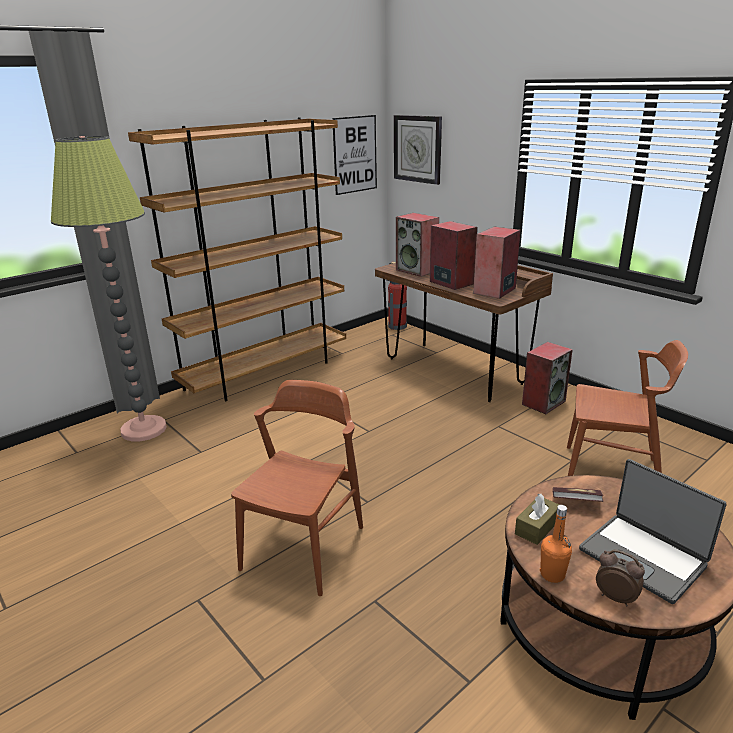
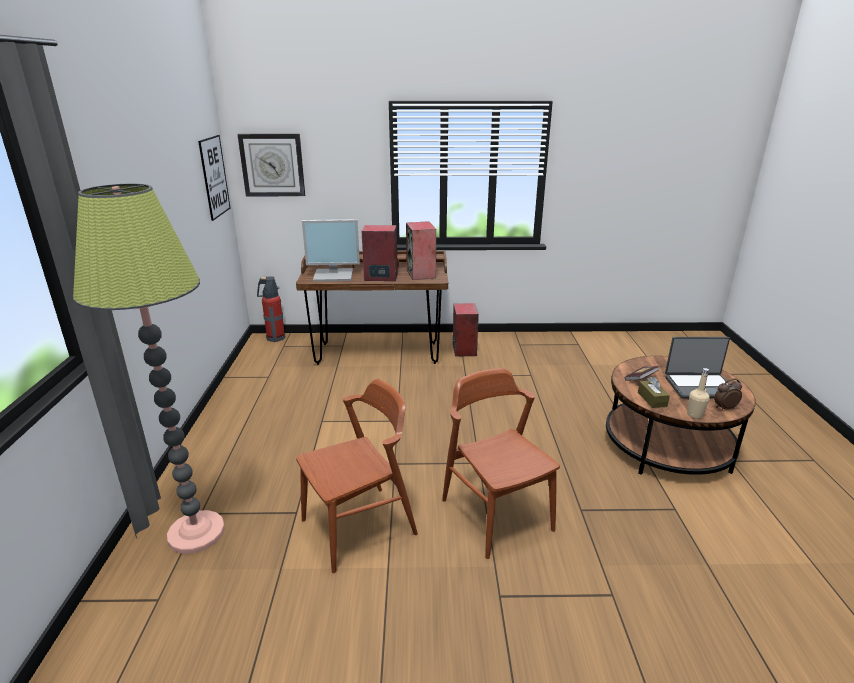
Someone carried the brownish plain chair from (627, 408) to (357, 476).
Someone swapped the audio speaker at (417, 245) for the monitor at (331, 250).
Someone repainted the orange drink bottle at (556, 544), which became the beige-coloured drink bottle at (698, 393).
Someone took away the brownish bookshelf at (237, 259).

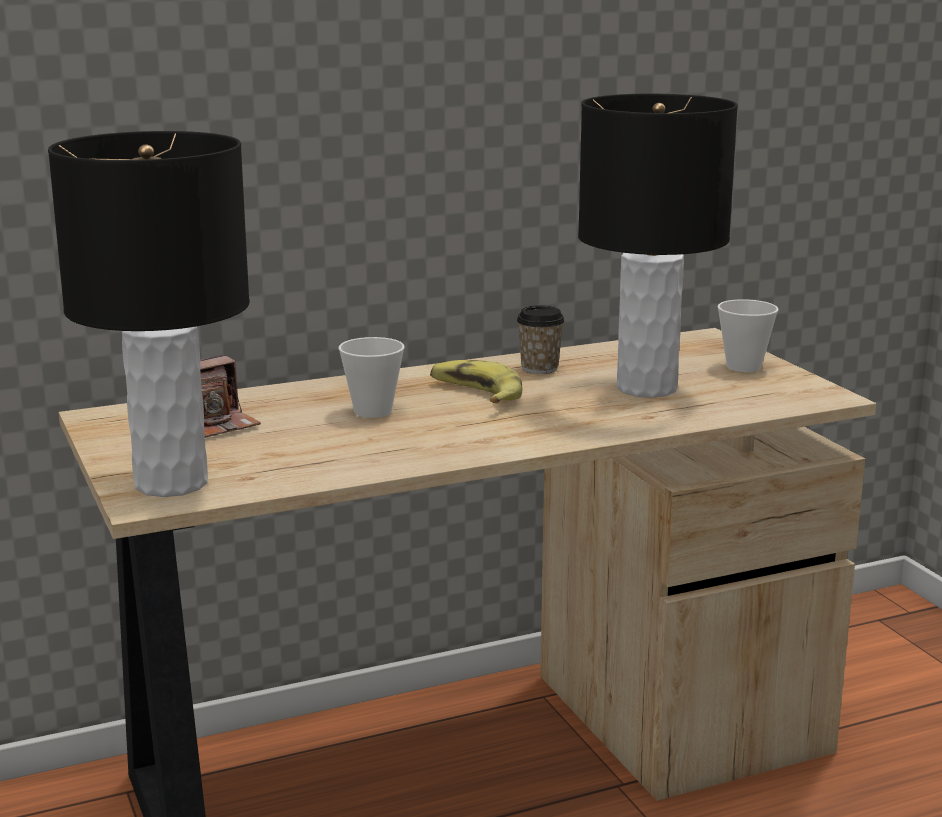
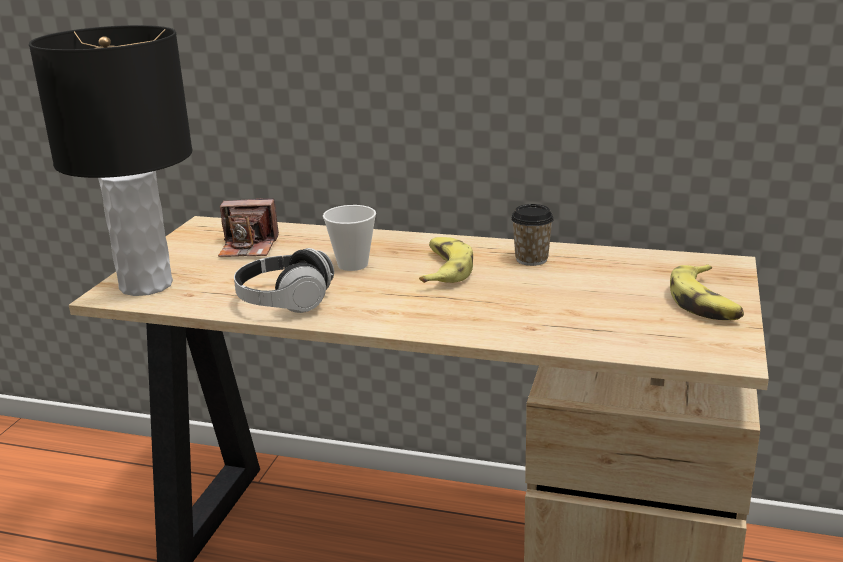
Someone put down the pair of headphones at (284, 280).
Someone swapped the cup at (748, 335) for the banana fruit at (707, 292).
Someone took away the black-coloured lamp for a table at (658, 246).

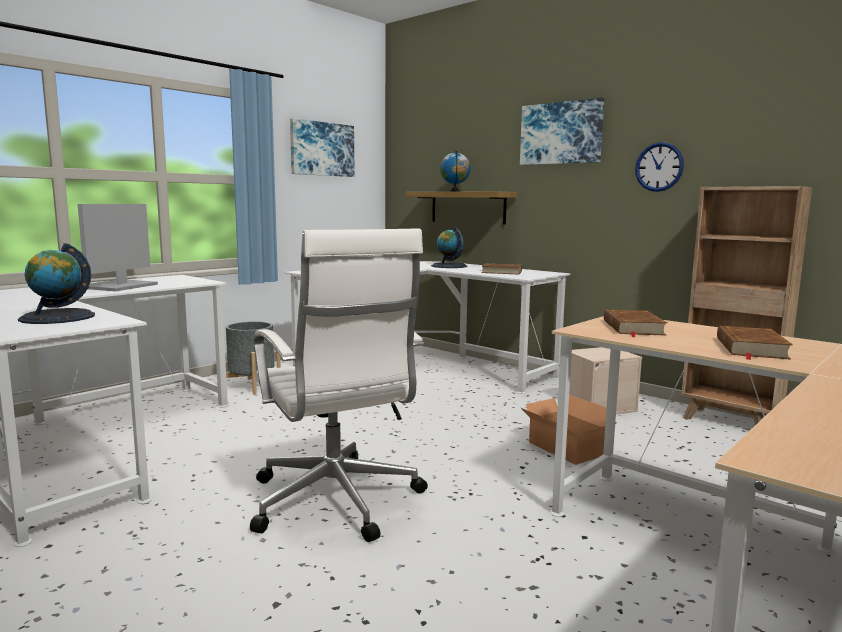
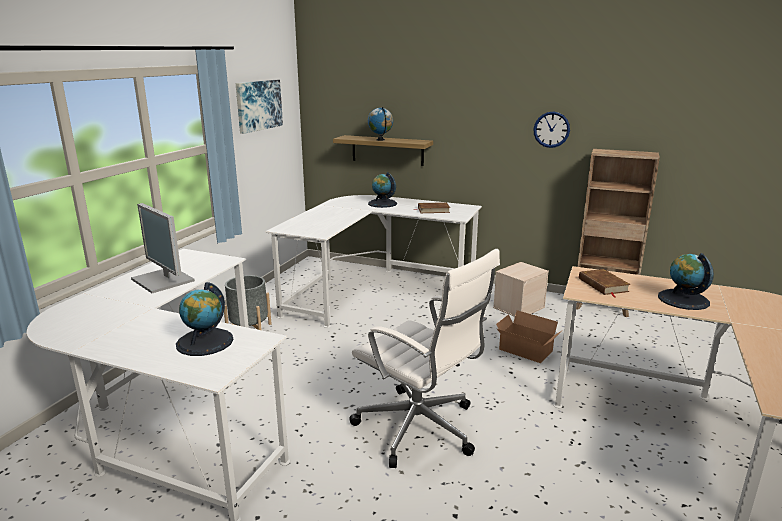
Someone rotated the monitor at (118, 247) by 45 degrees counterclockwise.
Someone swapped the brownish bound book at (755, 343) for the world globe at (686, 281).
Someone took away the wall art at (562, 131).

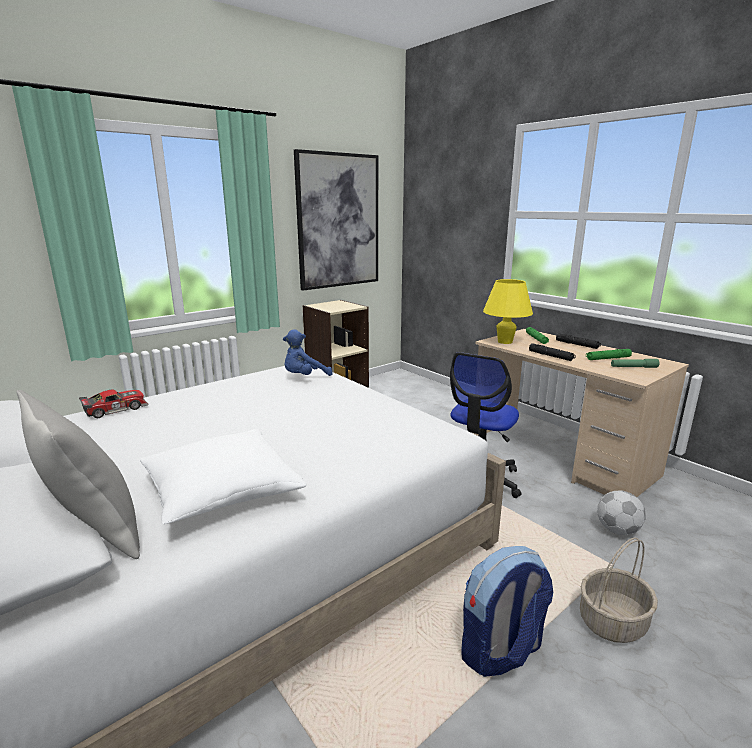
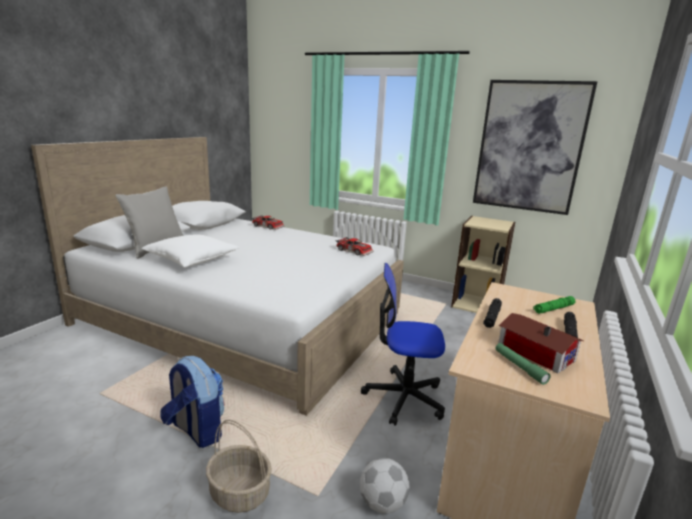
Someone swapped the blue cuddly toy at (308, 352) for the model car at (355, 246).
Someone swapped the green torch at (609, 354) for the miniature house at (541, 343).
Someone took away the yellow lamp for a table at (508, 311).

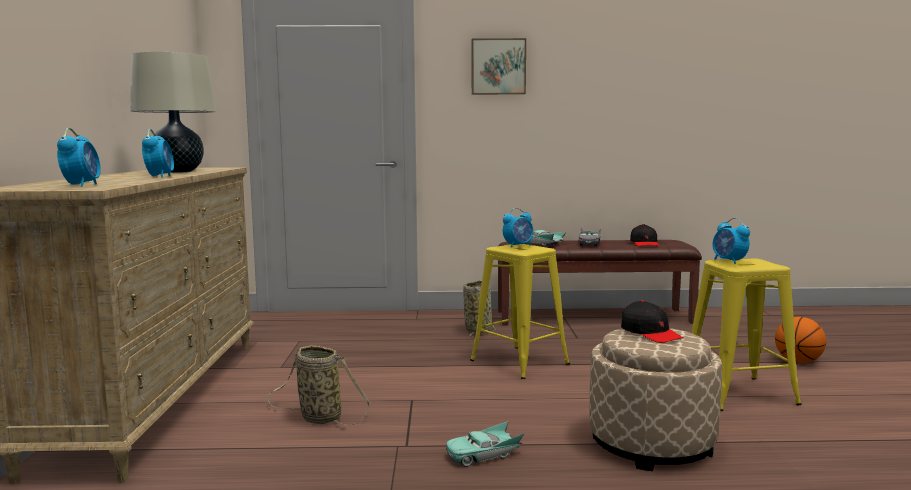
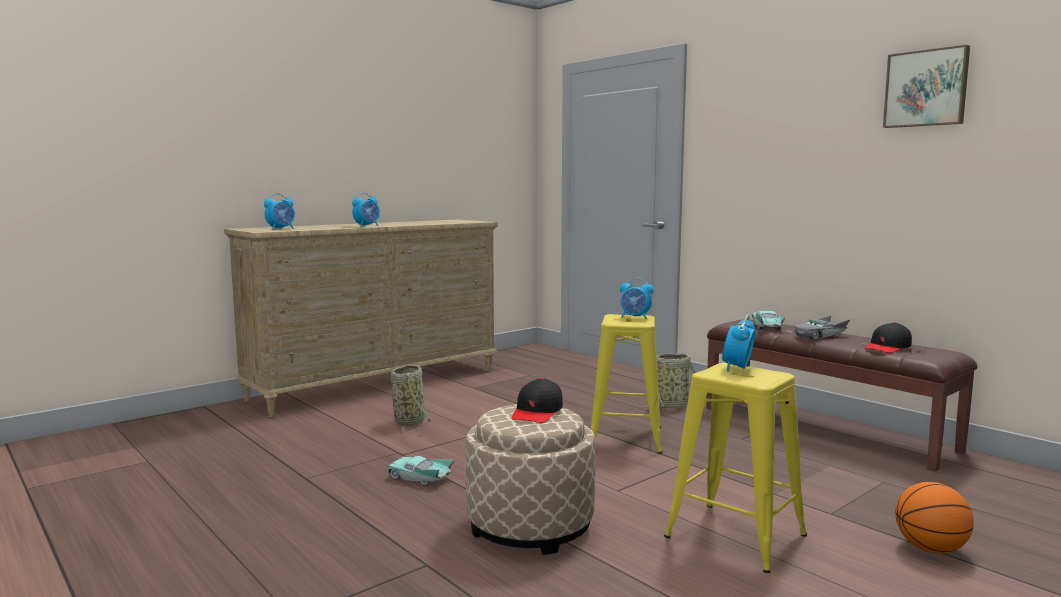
Someone carried the wall art from (499, 66) to (926, 86).
Someone took away the beige-coloured lamp for a table at (173, 112).

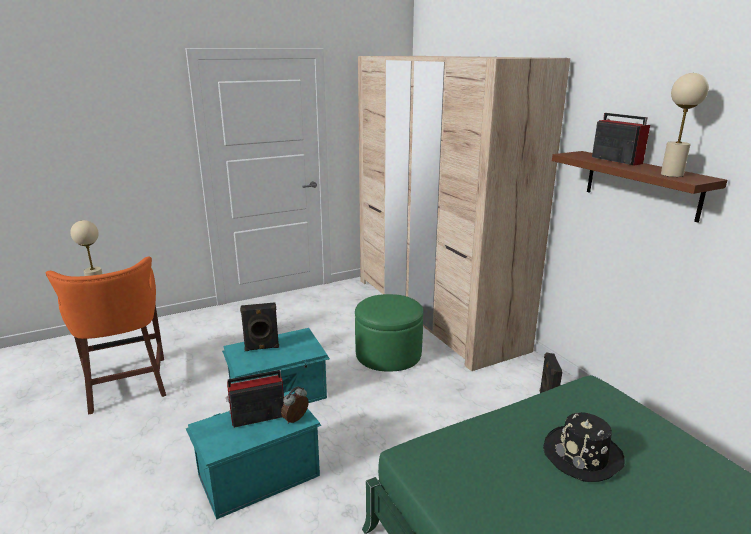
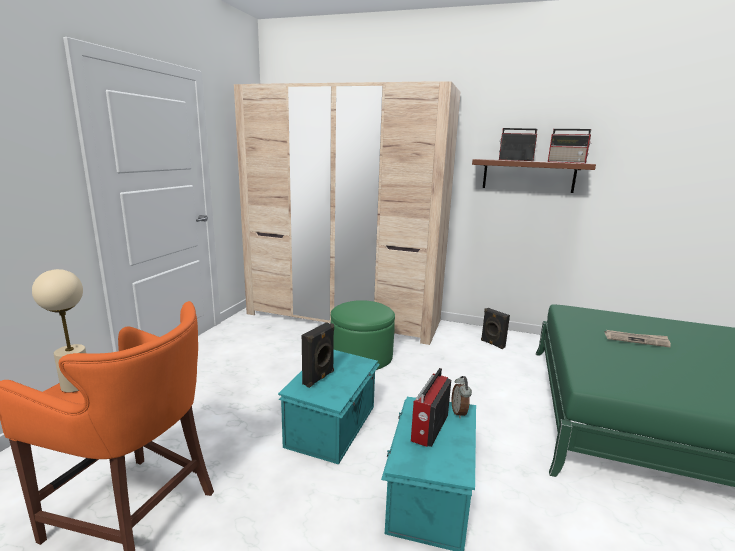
Someone swapped the beige-coloured lamp for a table at (685, 125) for the radio set at (570, 146).
Someone swapped the black-coloured wearable hat at (584, 447) for the newspaper at (638, 338).

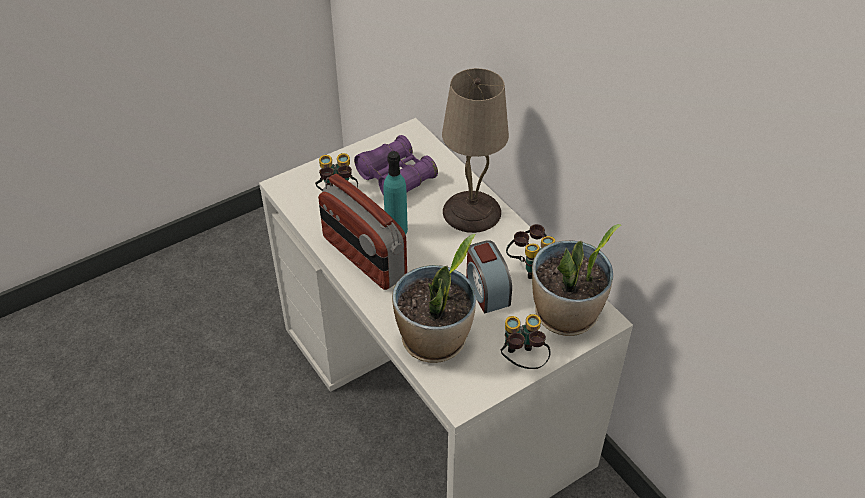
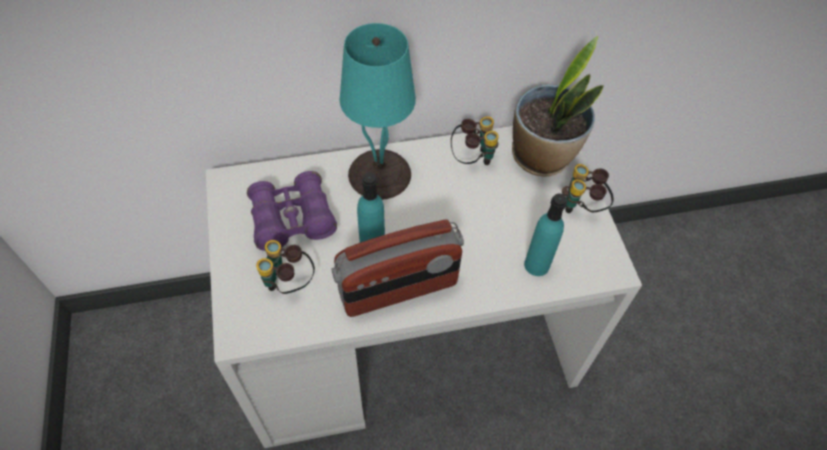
Someone repainted the beige-coloured lamp for a table at (475, 150), which became the turquoise-coloured lamp for a table at (378, 111).
Someone swapped the houseplant at (434, 298) for the turquoise-coloured drink bottle at (545, 234).
Someone took away the alarm clock at (489, 276).

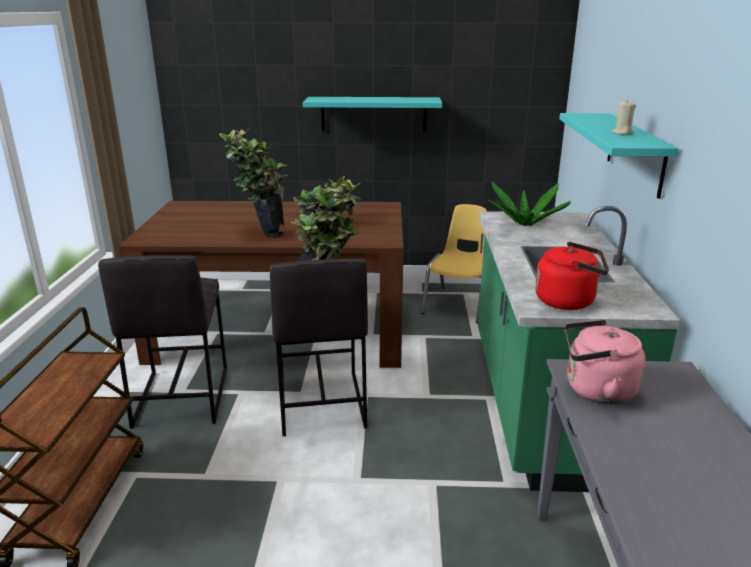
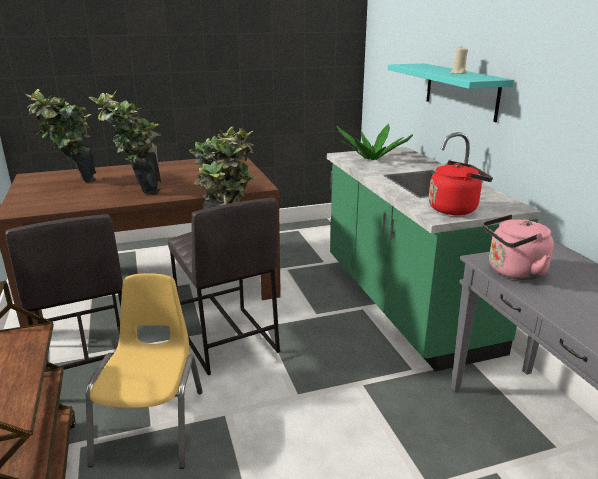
Someone put down the houseplant at (60, 136).
Someone carried the yellow plain chair from (454, 263) to (144, 371).
Someone took away the turquoise-coloured shelf at (372, 114).

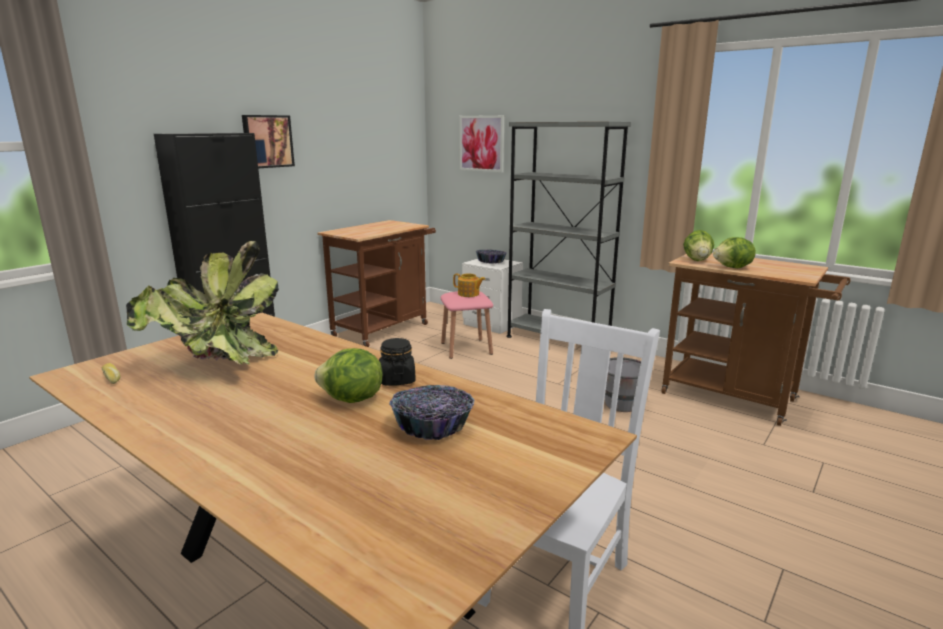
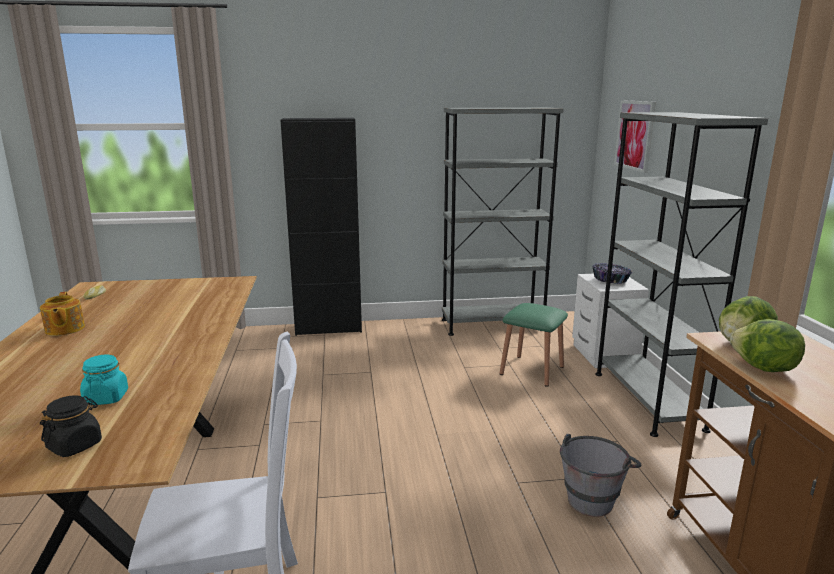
Someone carried the teapot from (469, 285) to (62, 314).
Someone carried the black-coloured storage jar from (397, 362) to (71, 426).
Someone swapped the bowl at (432, 412) for the turquoise-coloured storage jar at (104, 380).
Someone swapped the brownish trolley at (377, 283) for the greyish bookshelf at (503, 221).
Someone repainted the pinkish sitting stool at (467, 325), which became the green sitting stool at (533, 345).
Someone took away the houseplant at (202, 302).
Someone took away the wall art at (268, 141).
Someone took away the lettuce head at (349, 375).

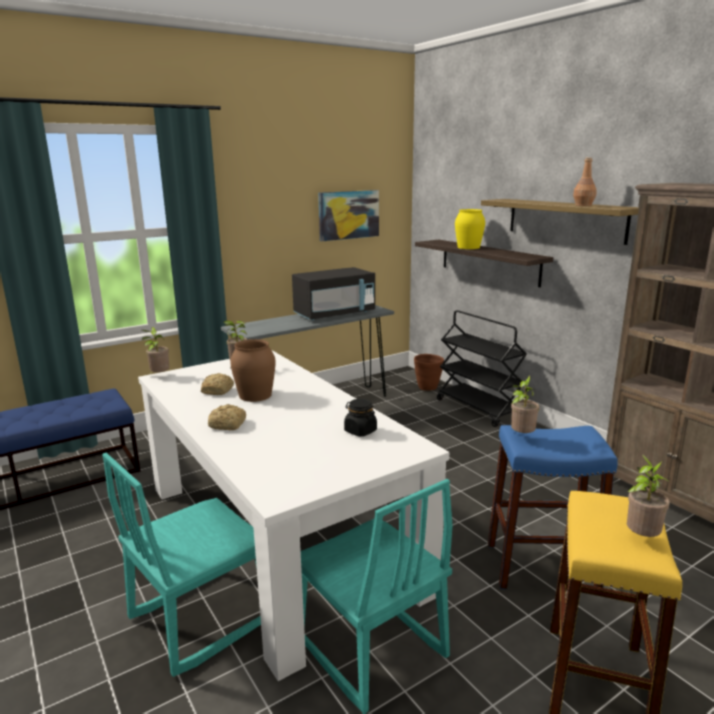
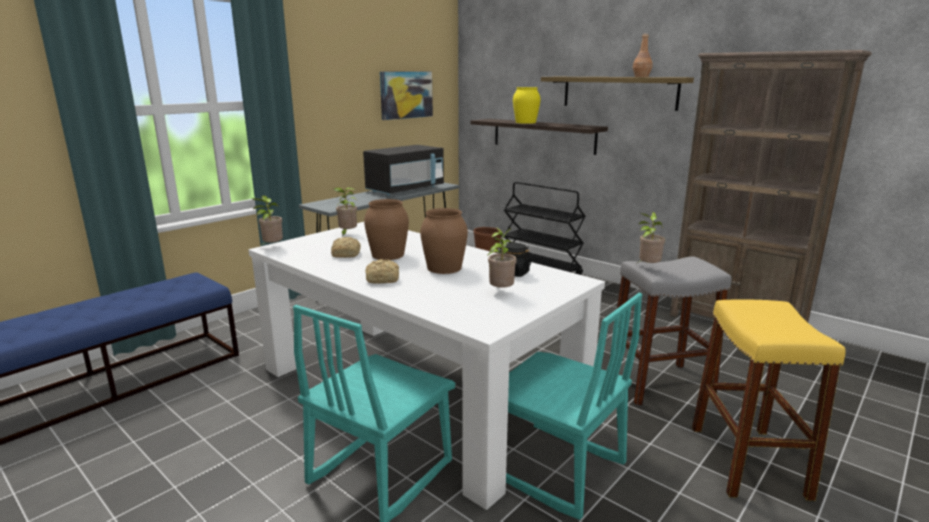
Someone put down the brownish decorative vase at (444, 241).
Someone carried the houseplant from (648, 495) to (502, 257).
Someone repainted the blue sitting stool at (553, 507), which became the greyish sitting stool at (670, 331).

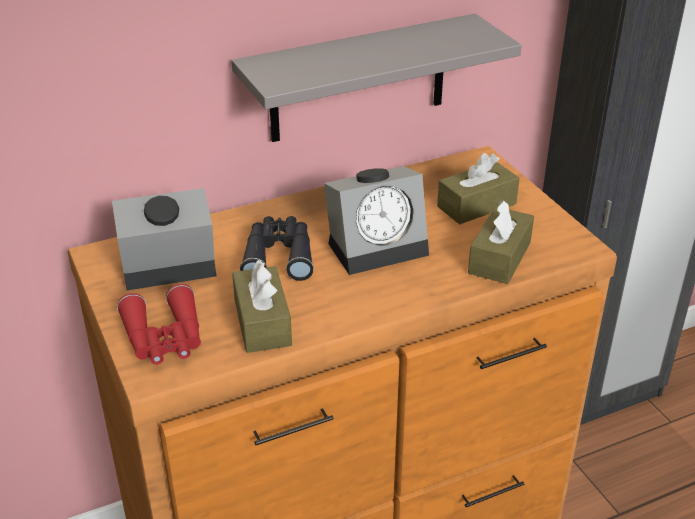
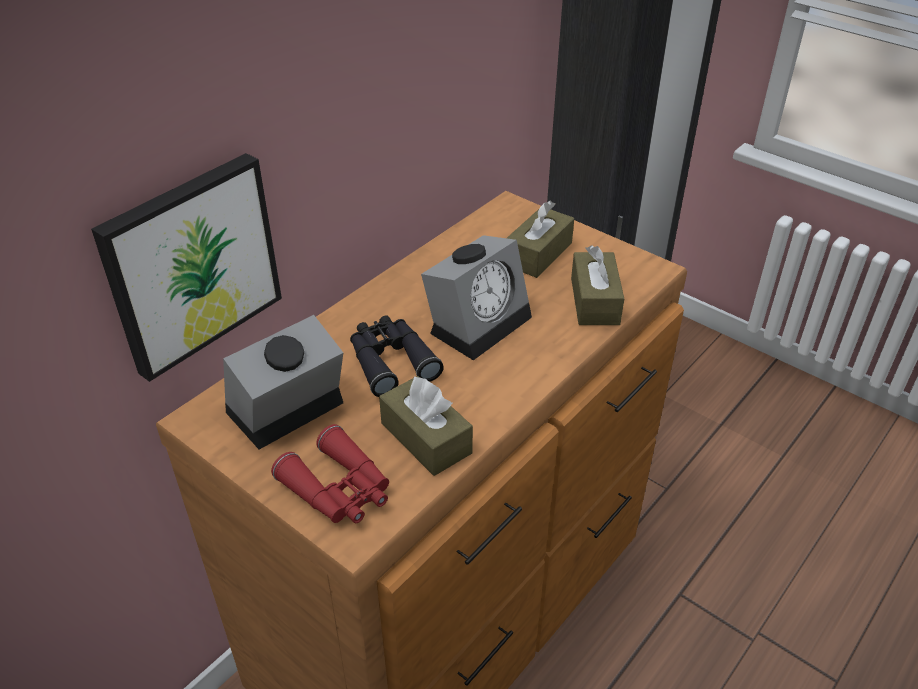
Someone put up the wall art at (186, 267).
Someone took away the greyish shelf at (377, 78).

